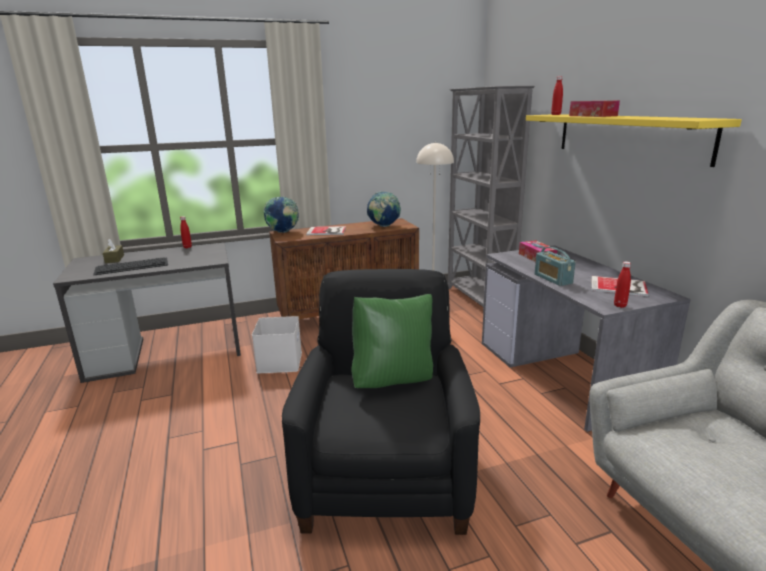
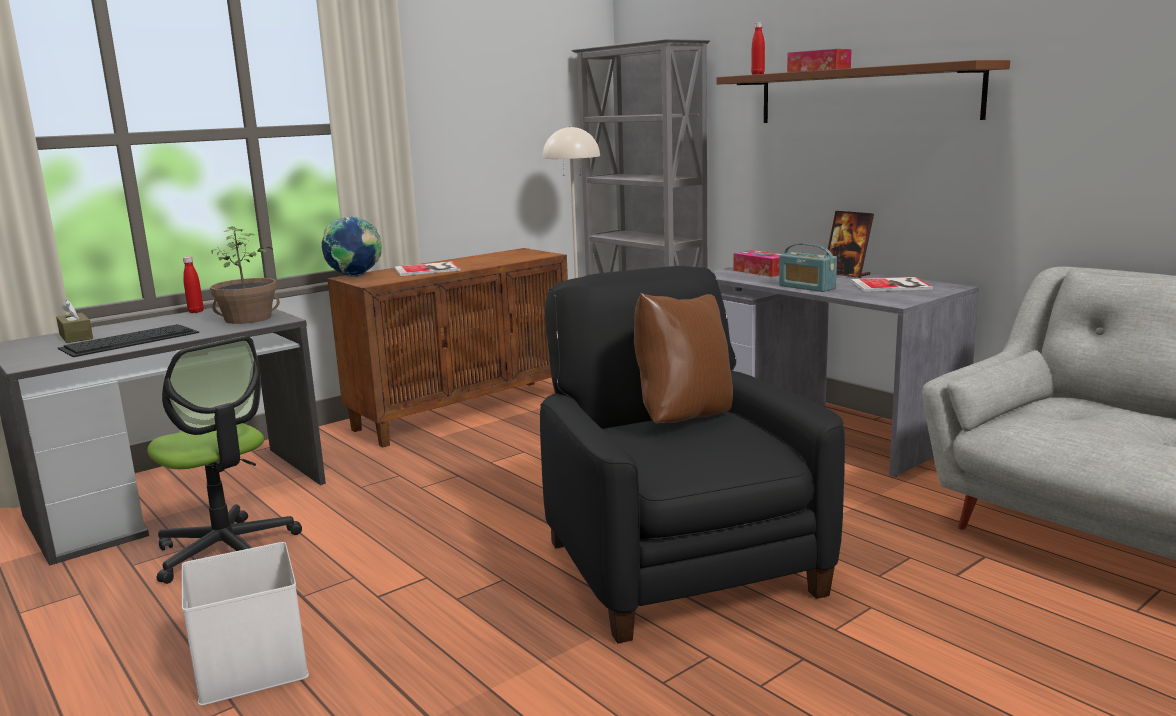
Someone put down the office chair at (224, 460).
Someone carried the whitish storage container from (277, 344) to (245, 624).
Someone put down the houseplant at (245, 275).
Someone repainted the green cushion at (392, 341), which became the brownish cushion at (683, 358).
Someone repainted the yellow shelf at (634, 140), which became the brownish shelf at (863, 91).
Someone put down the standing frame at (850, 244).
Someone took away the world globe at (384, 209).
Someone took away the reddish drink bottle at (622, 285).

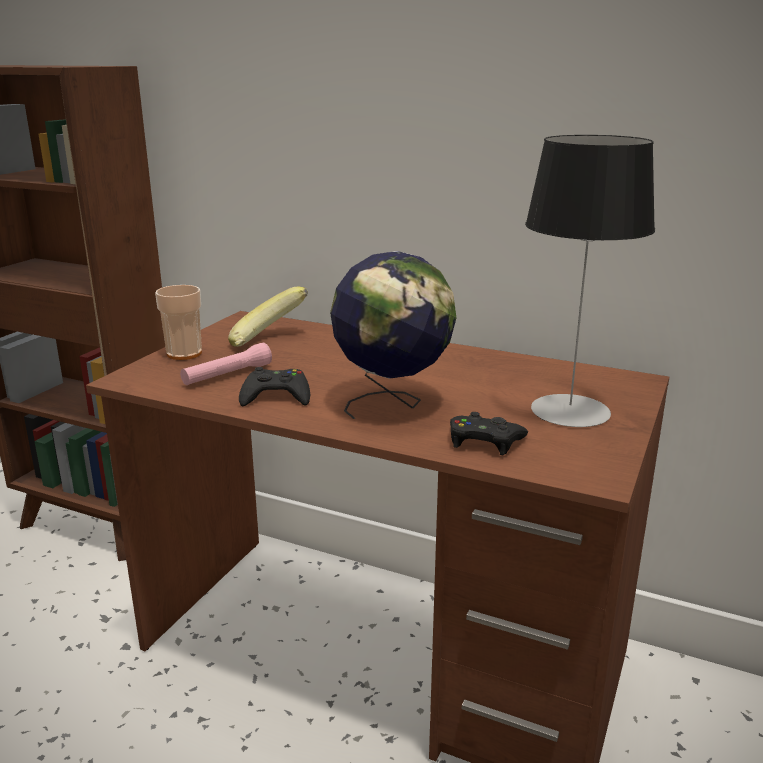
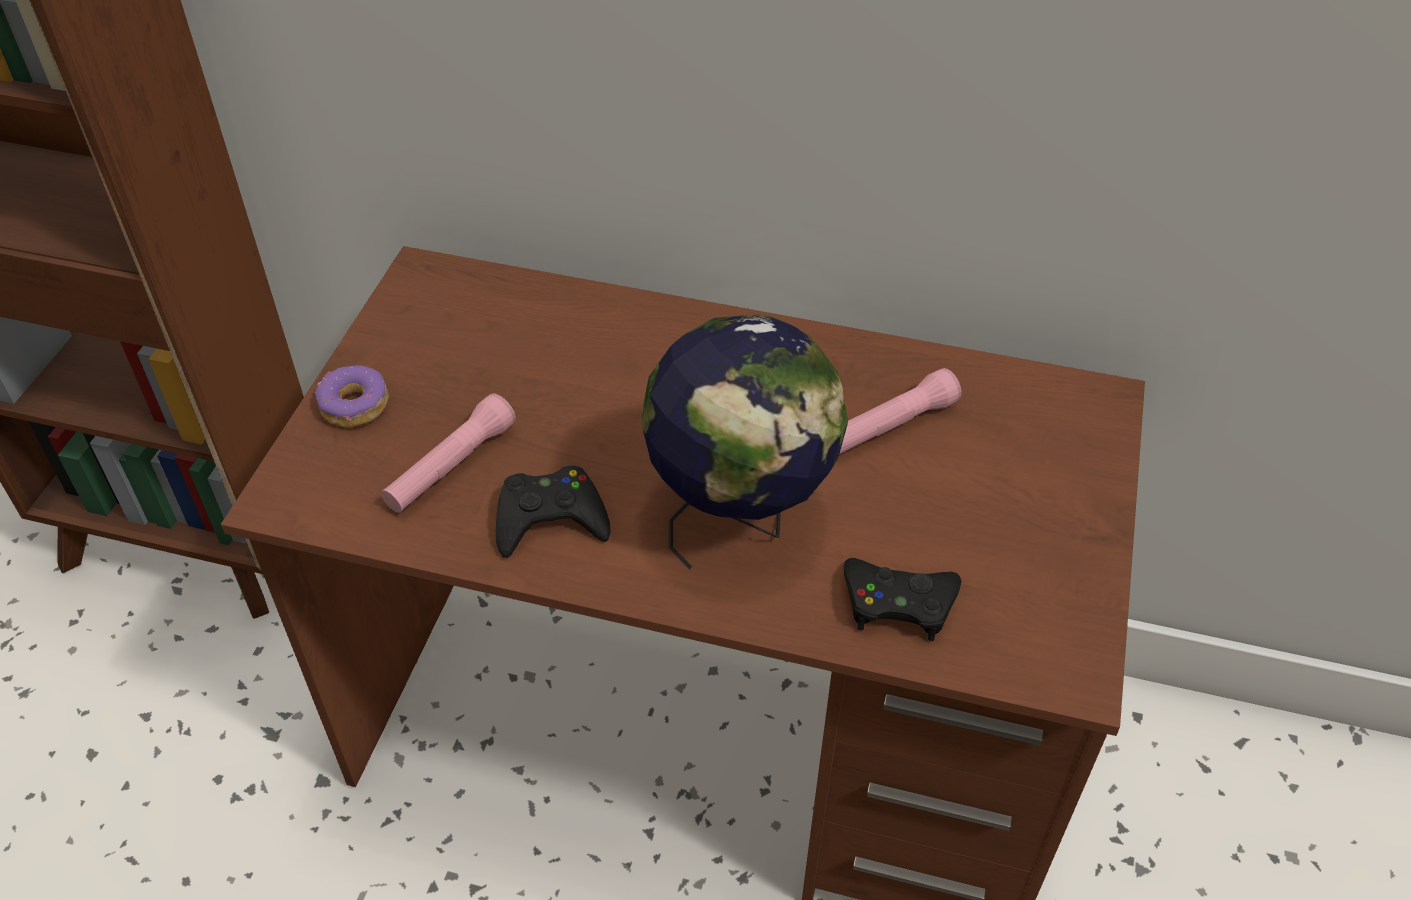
Someone swapped the cup at (178, 322) for the ring doughnut at (352, 396).
Someone put down the pinkish torch at (901, 411).
Someone took away the banana fruit at (268, 317).
Someone took away the lamp for a table at (590, 281).

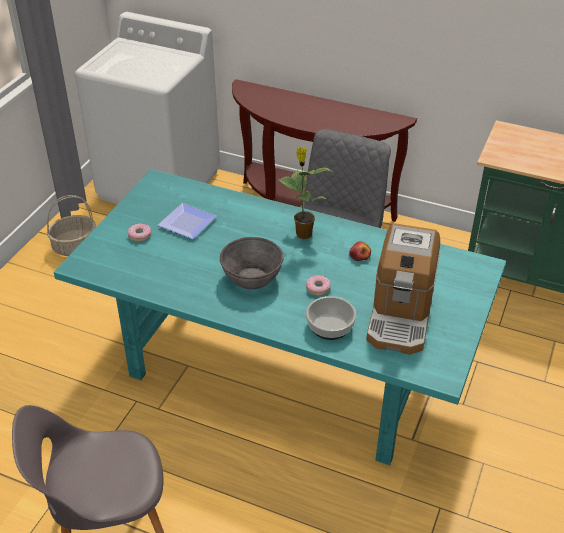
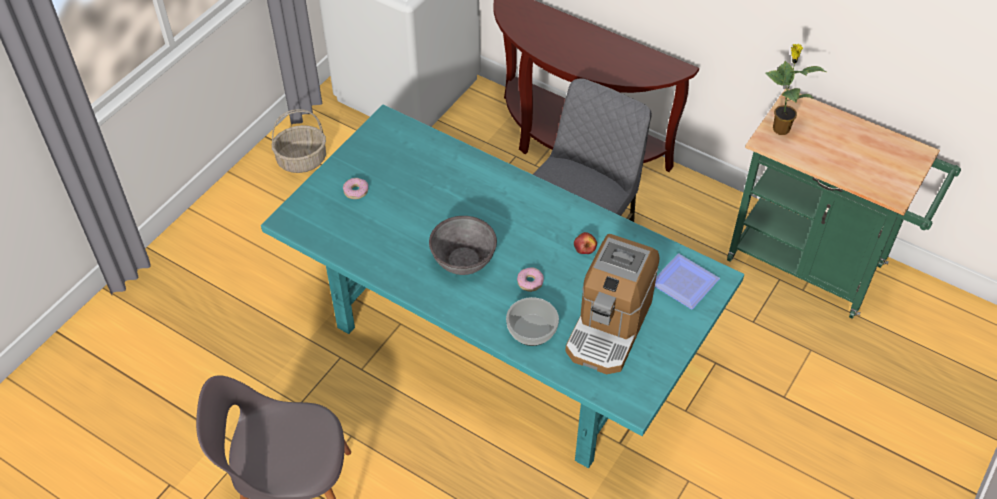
Someone carried the flat dish from (187, 221) to (687, 281).
Someone carried the houseplant from (306, 193) to (795, 89).

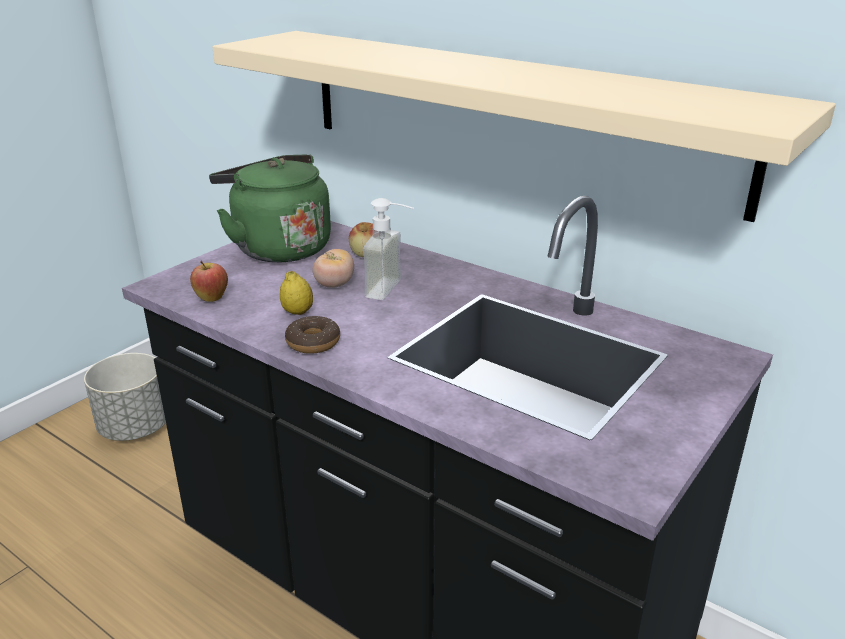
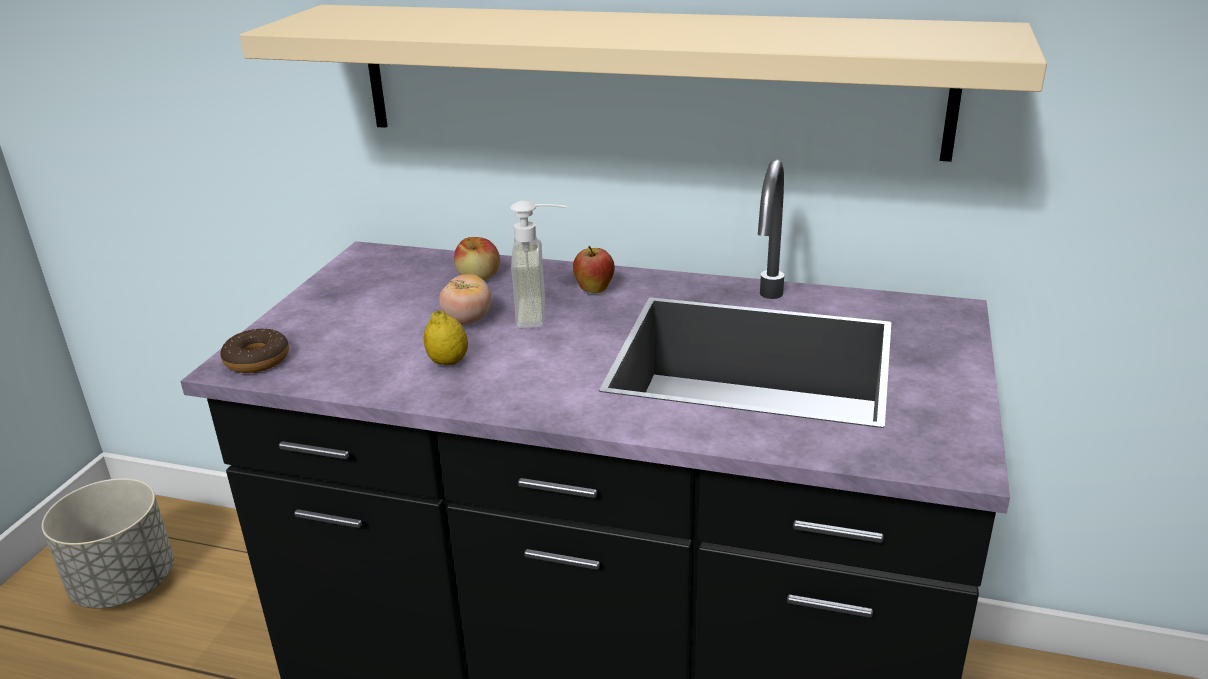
Someone carried the ring doughnut from (312, 335) to (254, 350).
Someone carried the whole apple from (209, 281) to (594, 269).
Someone took away the green tea kettle at (270, 208).

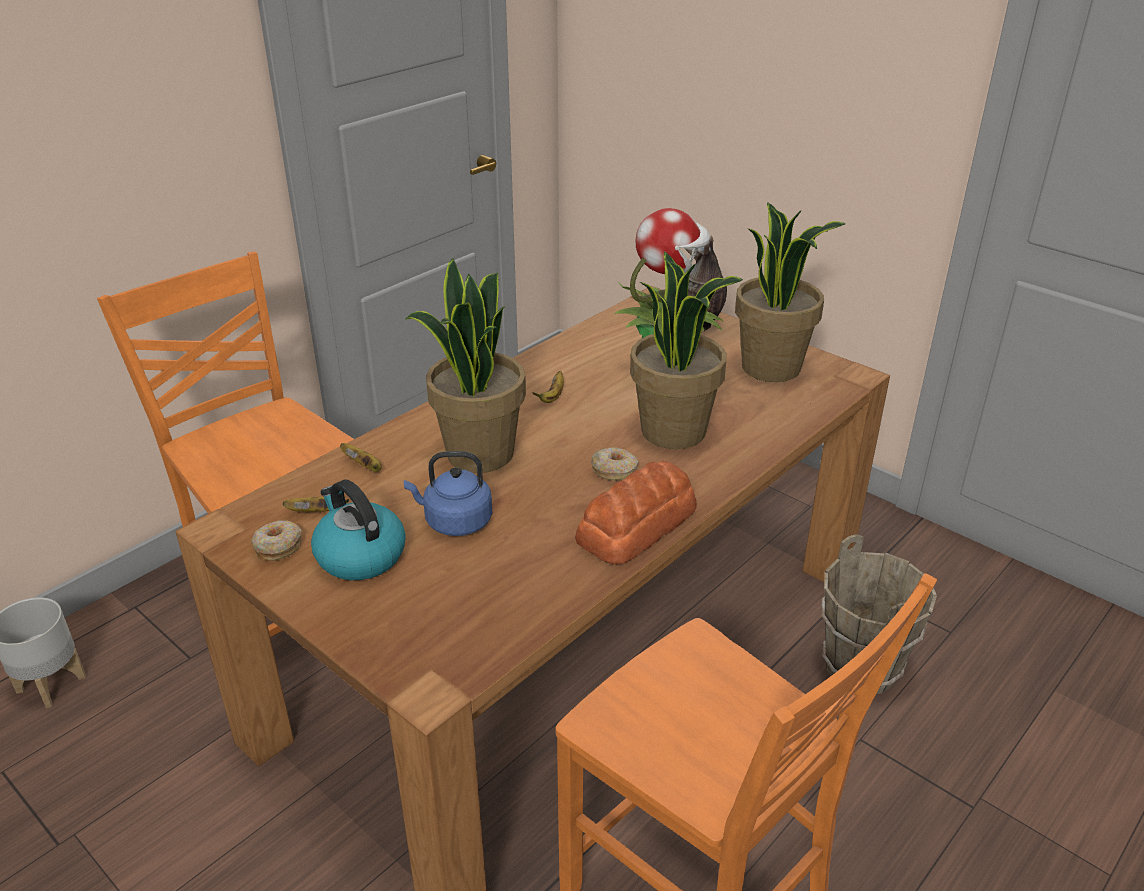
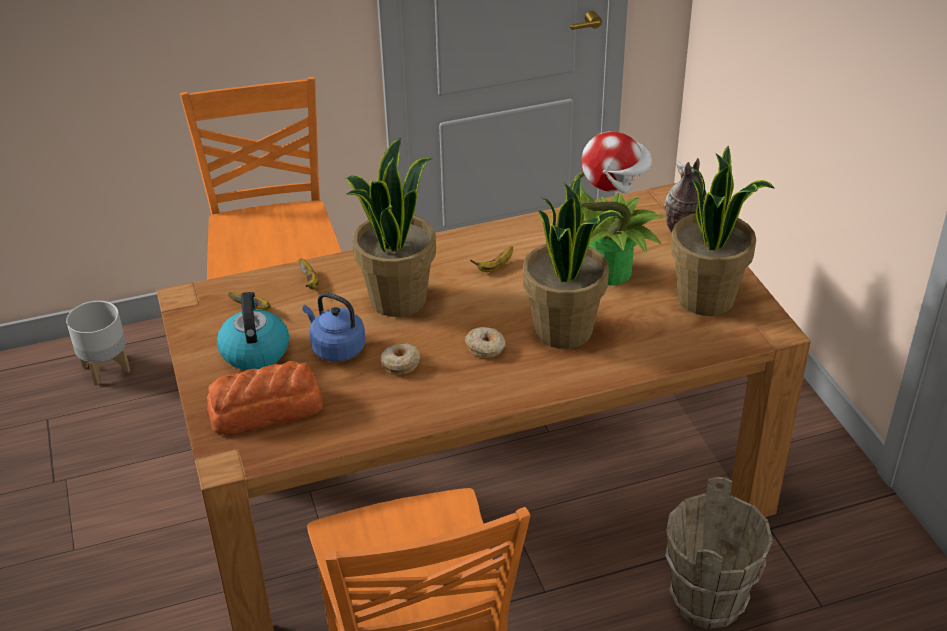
Someone carried the baked bread from (635, 512) to (265, 398).
Someone carried the ring doughnut from (277, 540) to (400, 359).

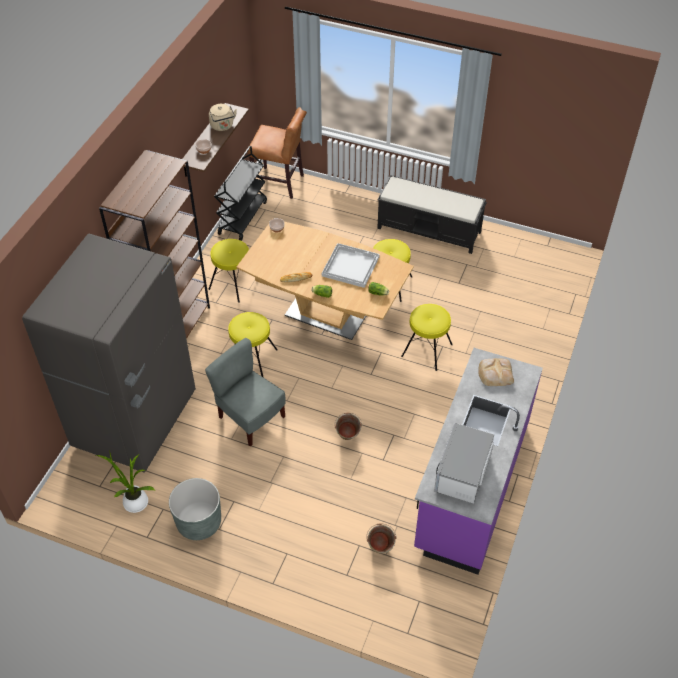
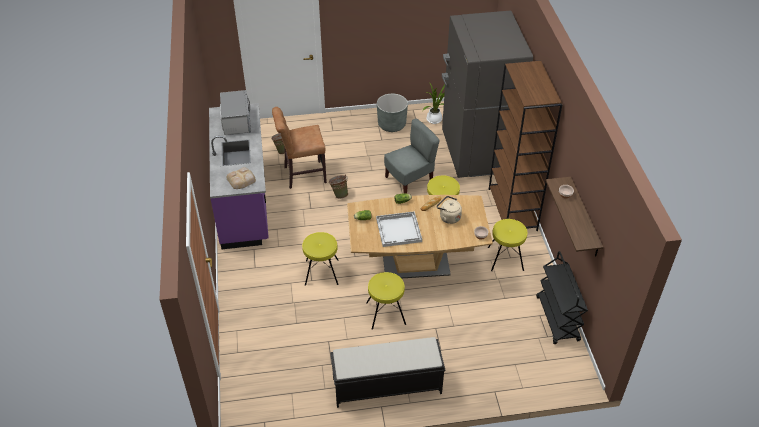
Someone carried the brownish plain chair from (277, 153) to (299, 148).
Someone rotated the greyish plain chair at (245, 392) by 45 degrees counterclockwise.
Someone carried the beige-coloured tea kettle from (223, 117) to (449, 210).

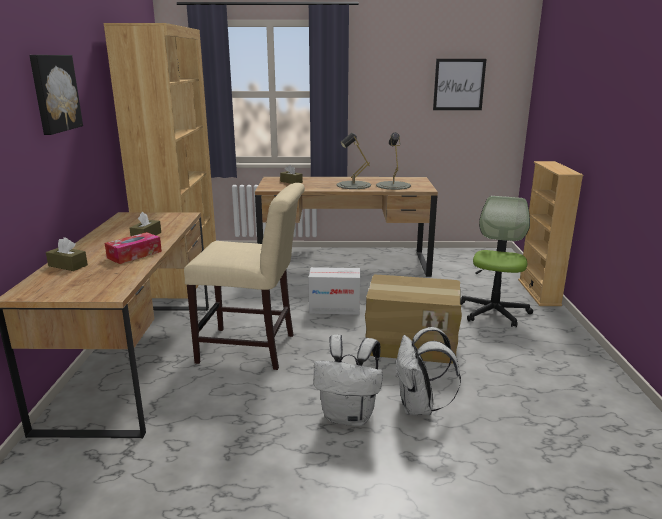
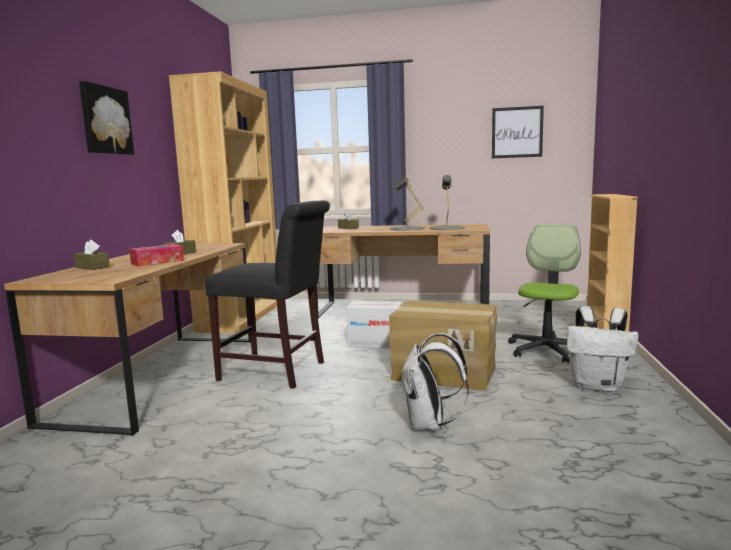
Someone repainted the beige-coloured plain chair at (244, 276), which became the black-coloured plain chair at (267, 294).
Someone carried the whitish knapsack from (348, 380) to (603, 349).

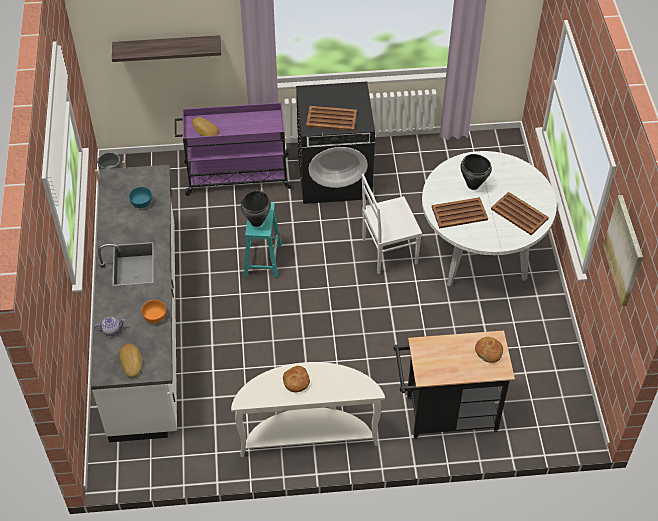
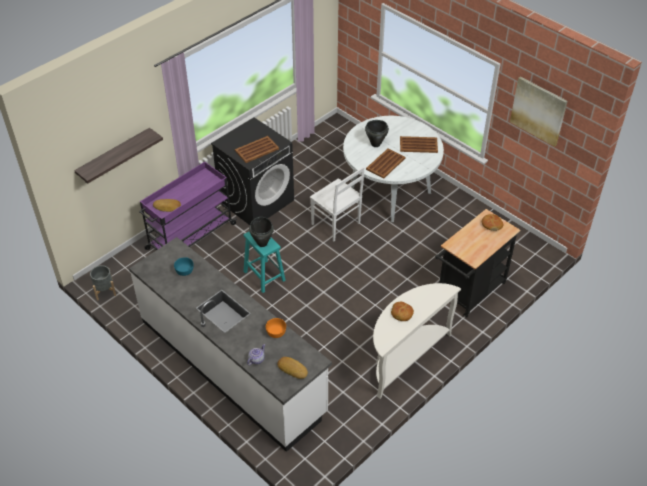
Someone rotated the whitish plain chair at (392, 224) by 75 degrees counterclockwise.

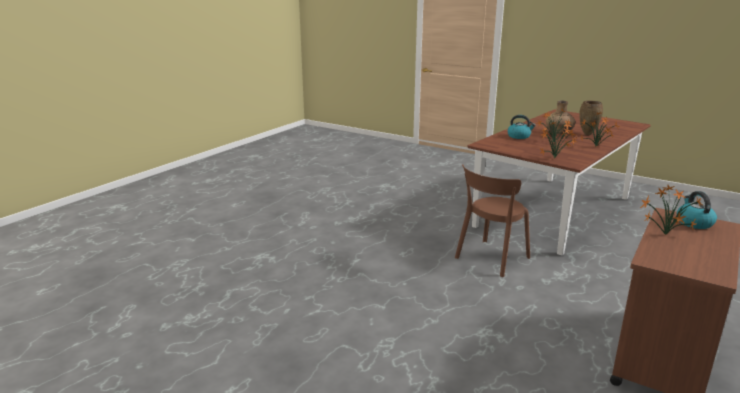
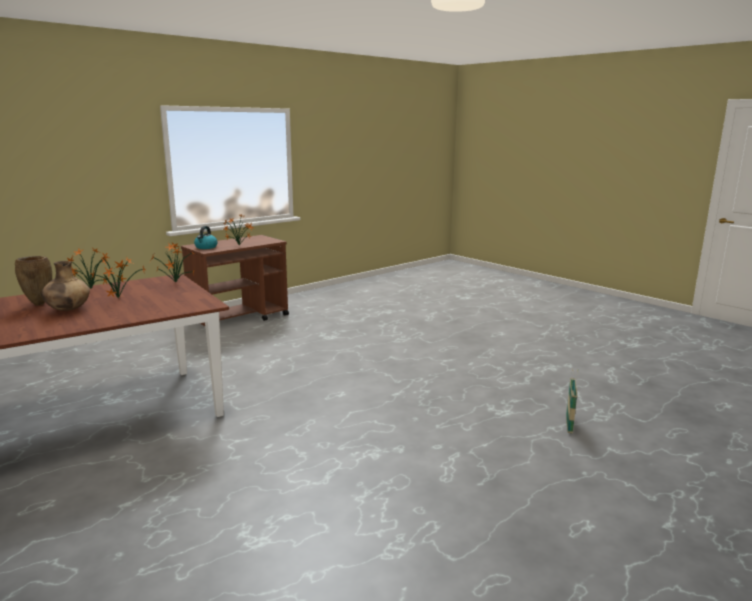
Someone put down the storage basket at (572, 401).
Someone took away the brownish plain chair at (492, 220).
Someone took away the tea kettle at (521, 127).

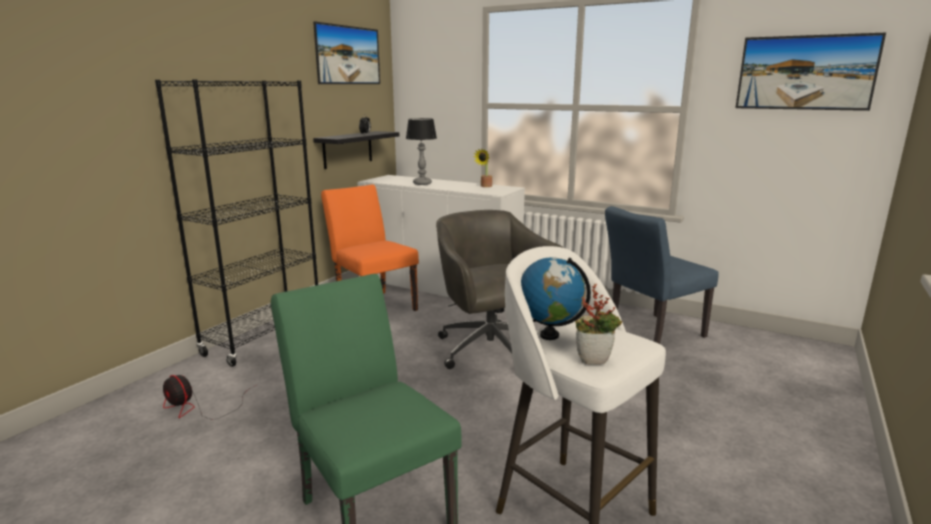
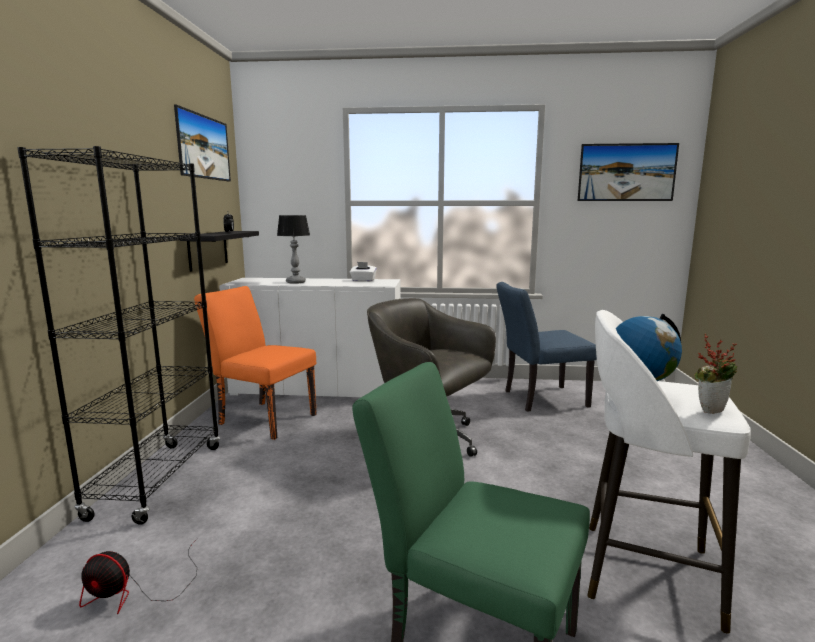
Someone swapped the houseplant at (482, 167) for the whitish tissue box at (363, 272).
Someone rotated the blue plain chair at (662, 275) by 45 degrees clockwise.

